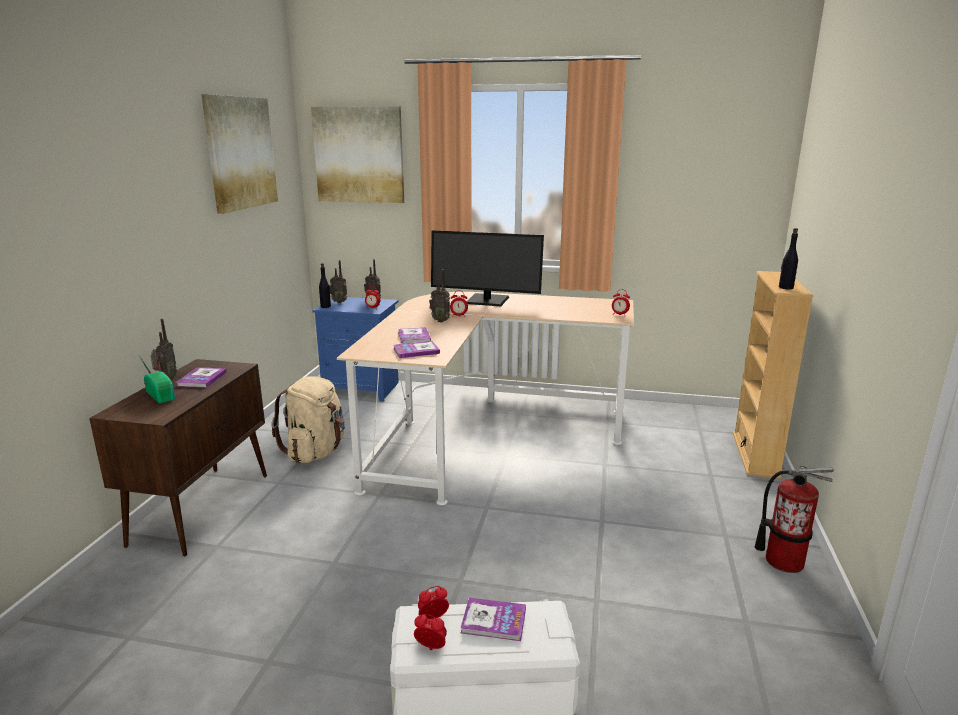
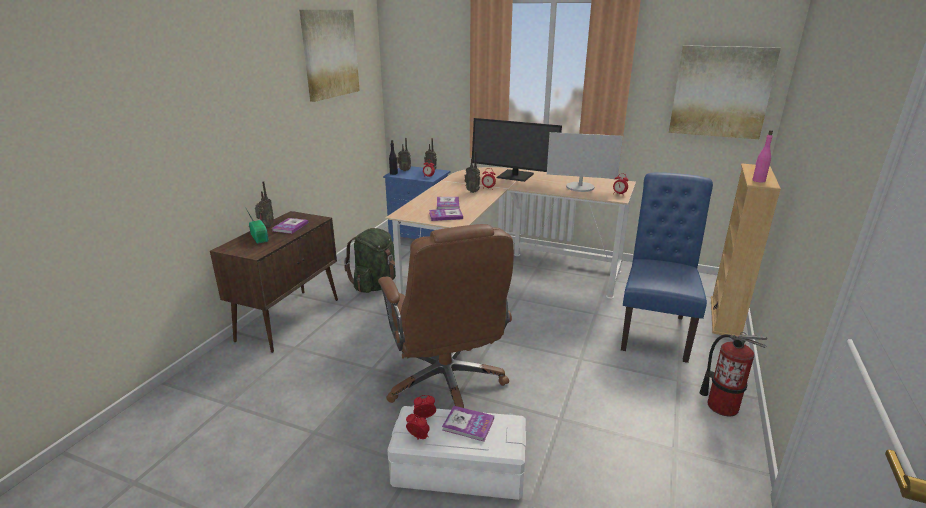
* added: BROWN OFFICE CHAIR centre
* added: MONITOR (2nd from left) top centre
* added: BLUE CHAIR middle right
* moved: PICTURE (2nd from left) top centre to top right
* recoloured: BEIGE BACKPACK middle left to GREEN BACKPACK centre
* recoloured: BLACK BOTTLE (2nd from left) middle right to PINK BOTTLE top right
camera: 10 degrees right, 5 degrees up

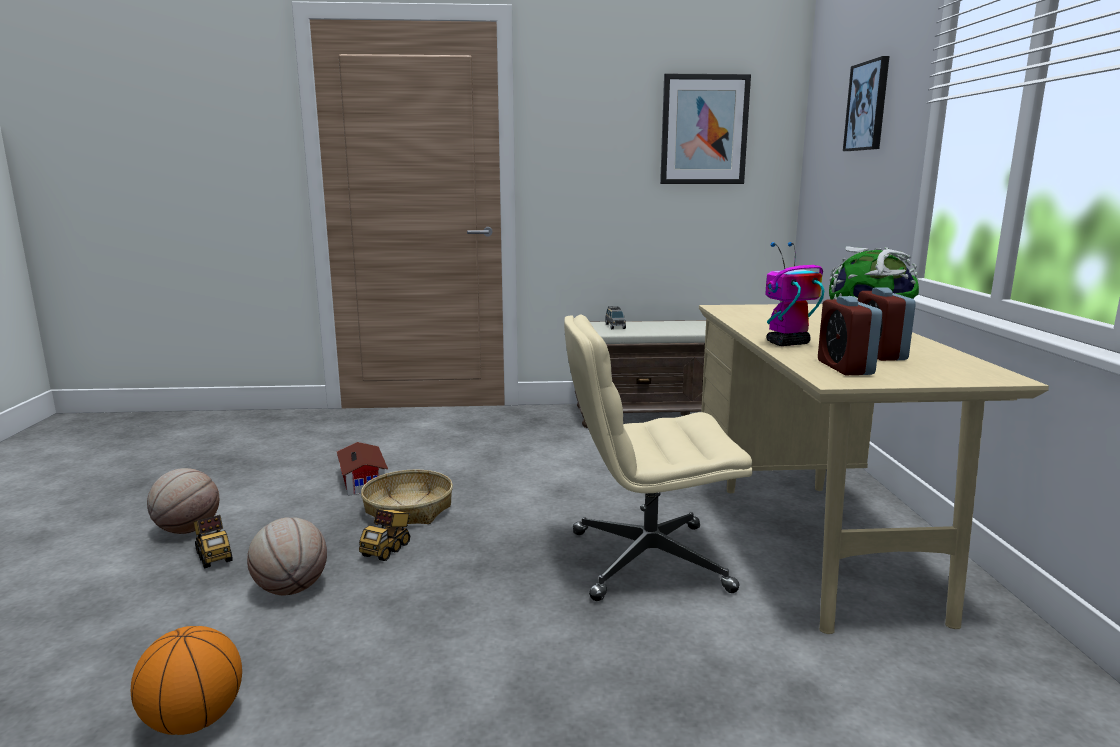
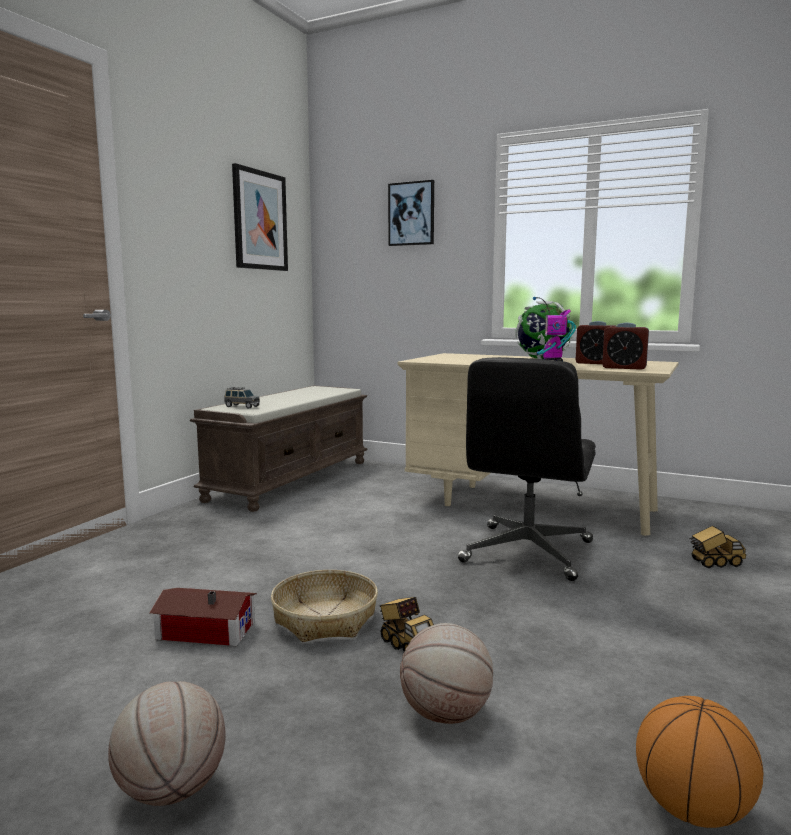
* moved: TOY TRUCK (1st from left in the first image) bottom left to TOY TRUCK (2nd from left) middle right
* recoloured: BEIGE OFFICE CHAIR centre to BLACK OFFICE CHAIR centre
camera: 60 degrees left, 5 degrees down

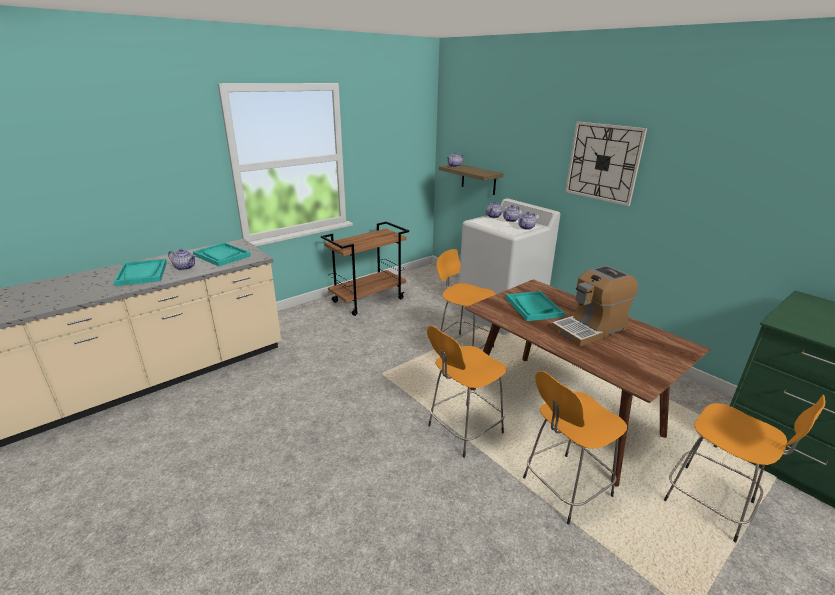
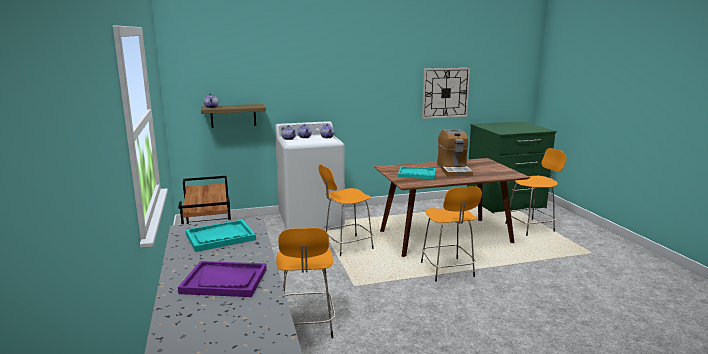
* removed: TEAPOT (1st from left) middle left
* moved: ORANGE STOOL (3rd from left in the first image) bottom right to ORANGE STOOL (1st from left) bottom centre
* moved: WALL CLOCK top right to top centre
* recoloured: TURQUOISE TRAY (1st from left) middle left to PURPLE TRAY bottom left
camera: 65 degrees left, 10 degrees down

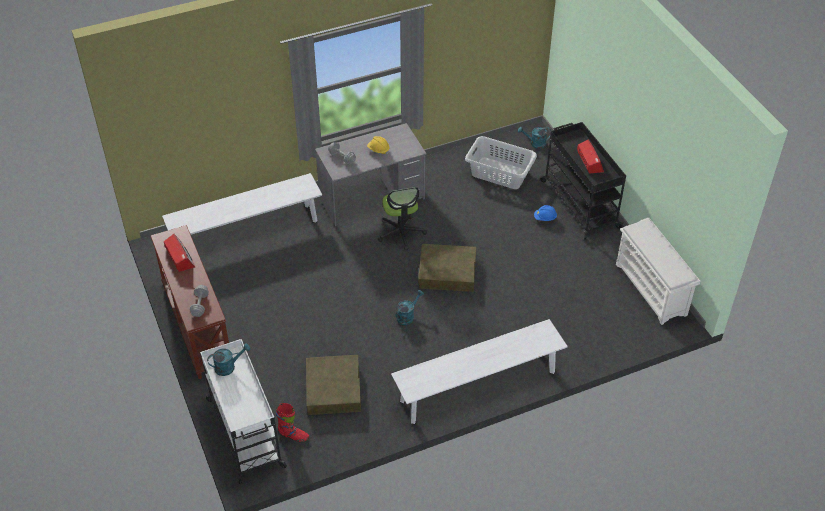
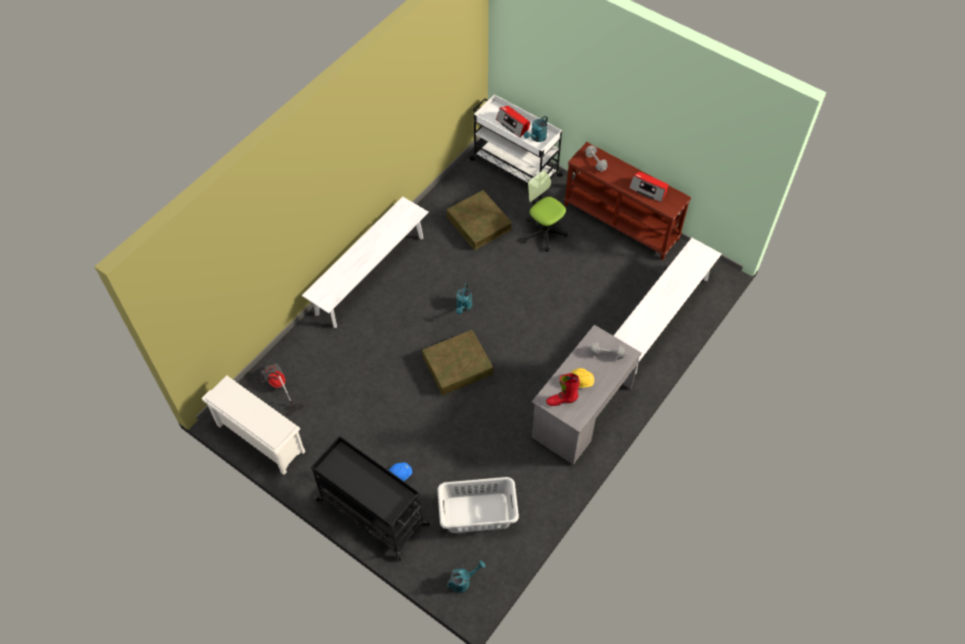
* added: VACUUM CLEANER middle left
* moved: RED BOOT bottom centre to centre
* moved: OFFICE CHAIR centre to top centre
* moved: RADIO (2nd from left in the first image) top right to RADIO (1st from left) top centre
camera: 150 degrees right, 10 degrees up

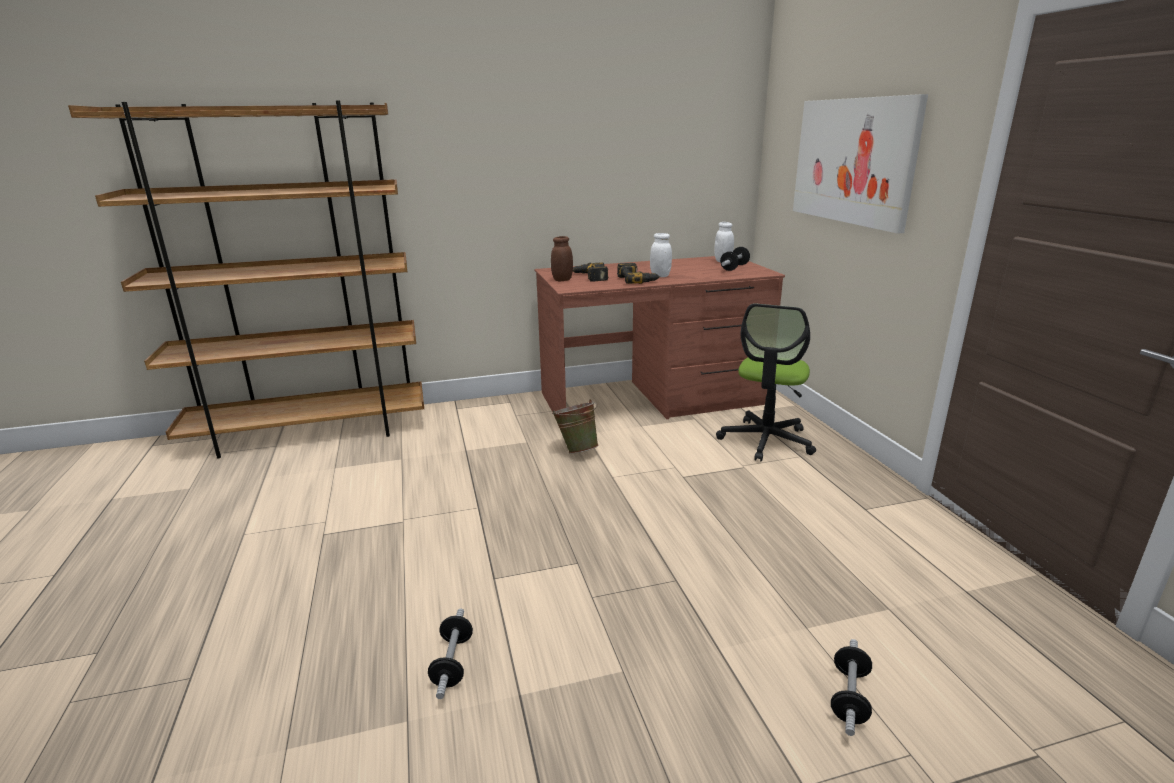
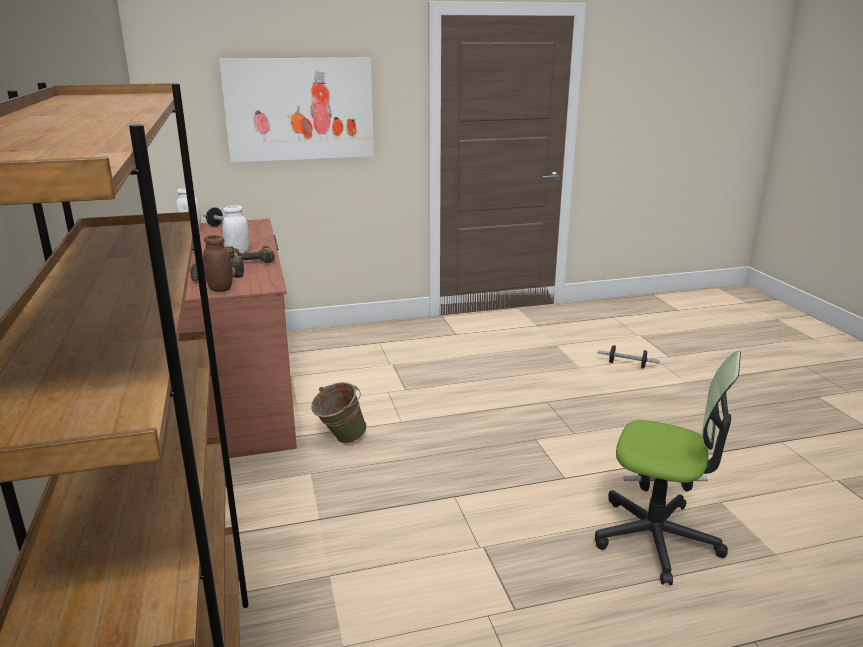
* moved: OFFICE CHAIR centre to bottom right
camera: 90 degrees left, 0 degrees up

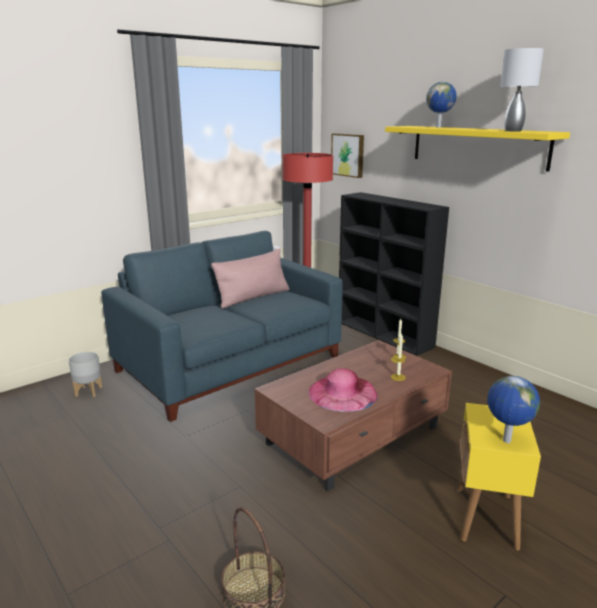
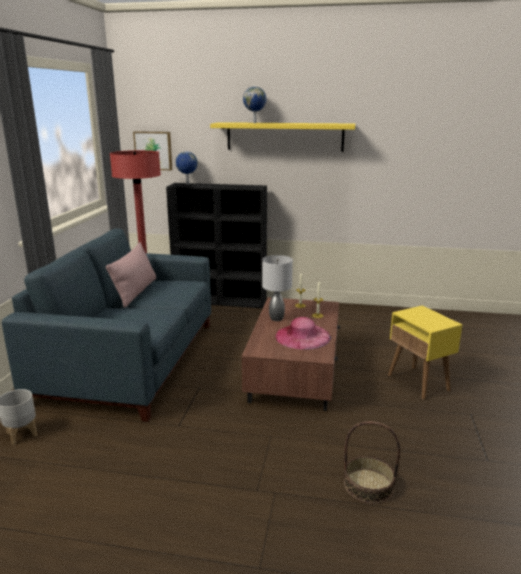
* moved: GLOBE (2nd from left in the first image) bottom right to GLOBE (1st from left) top centre
* moved: GREY TABLE LAMP top right to centre
camera: 40 degrees left, 0 degrees up

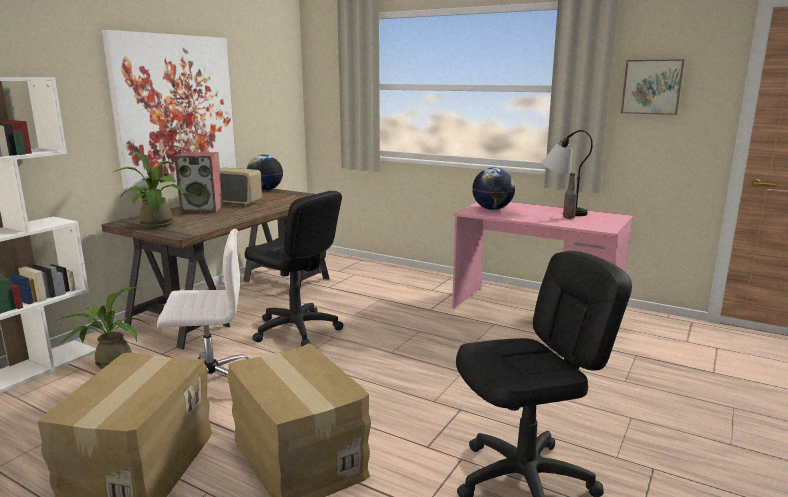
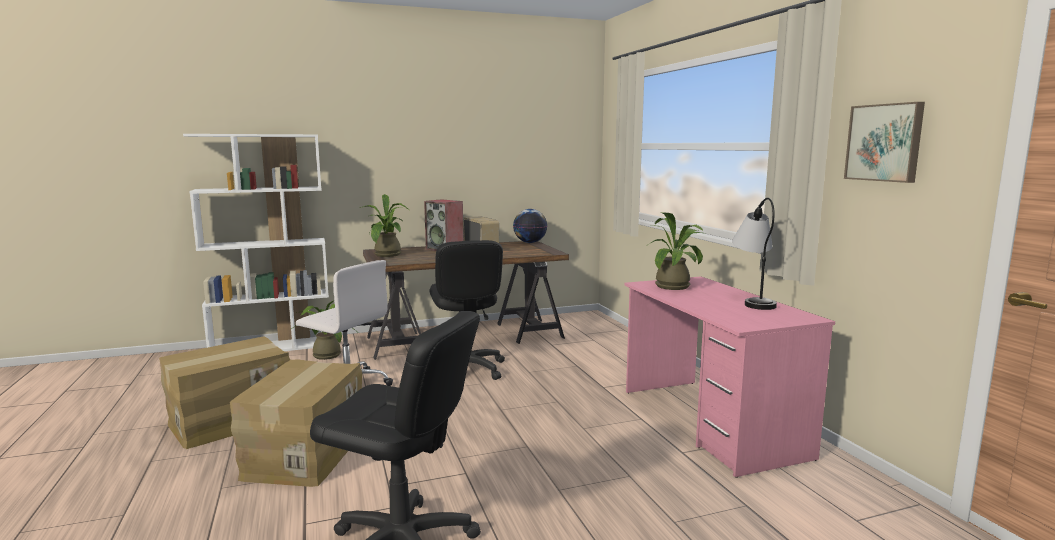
* removed: PICTURE (1st from left) top left
* removed: BOTTLE middle right
* replaced: GLOBE (2nd from left) centre to POTTED PLANT (3rd from left) centre
camera: 40 degrees right, 5 degrees down

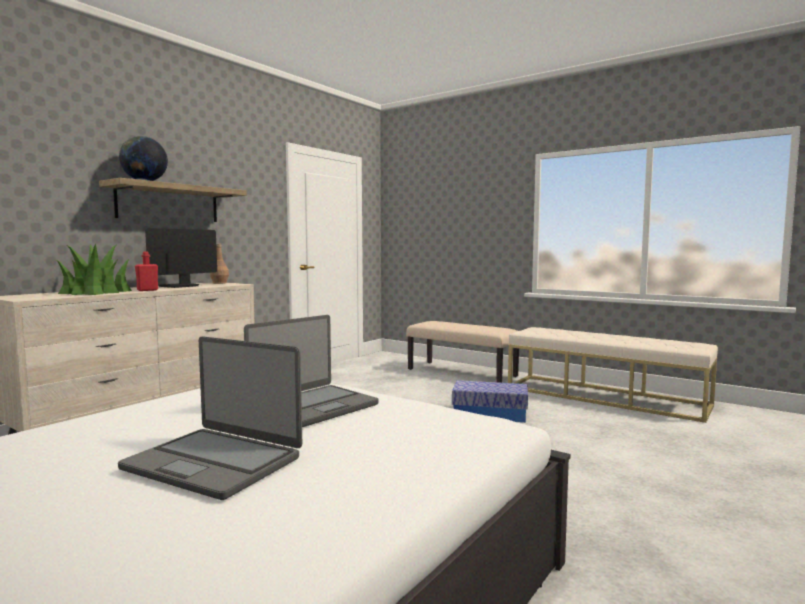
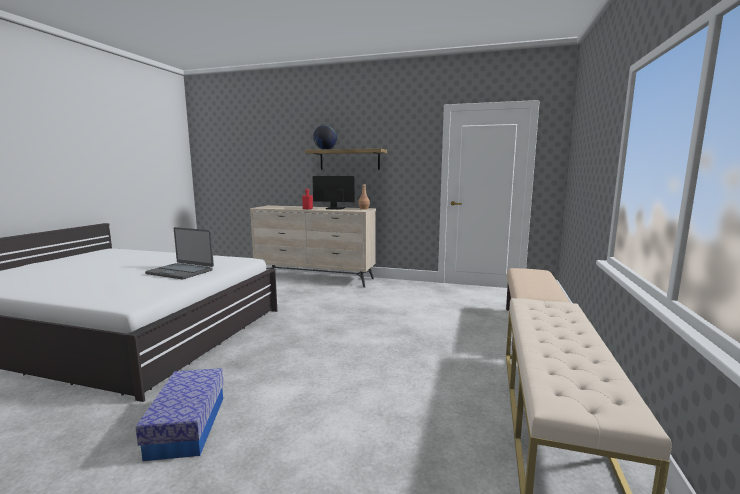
* removed: POTTED PLANT middle left
* removed: LAPTOP (1st from left) bottom left
* moved: STORAGE BOX centre to bottom left
camera: 70 degrees right, 5 degrees up

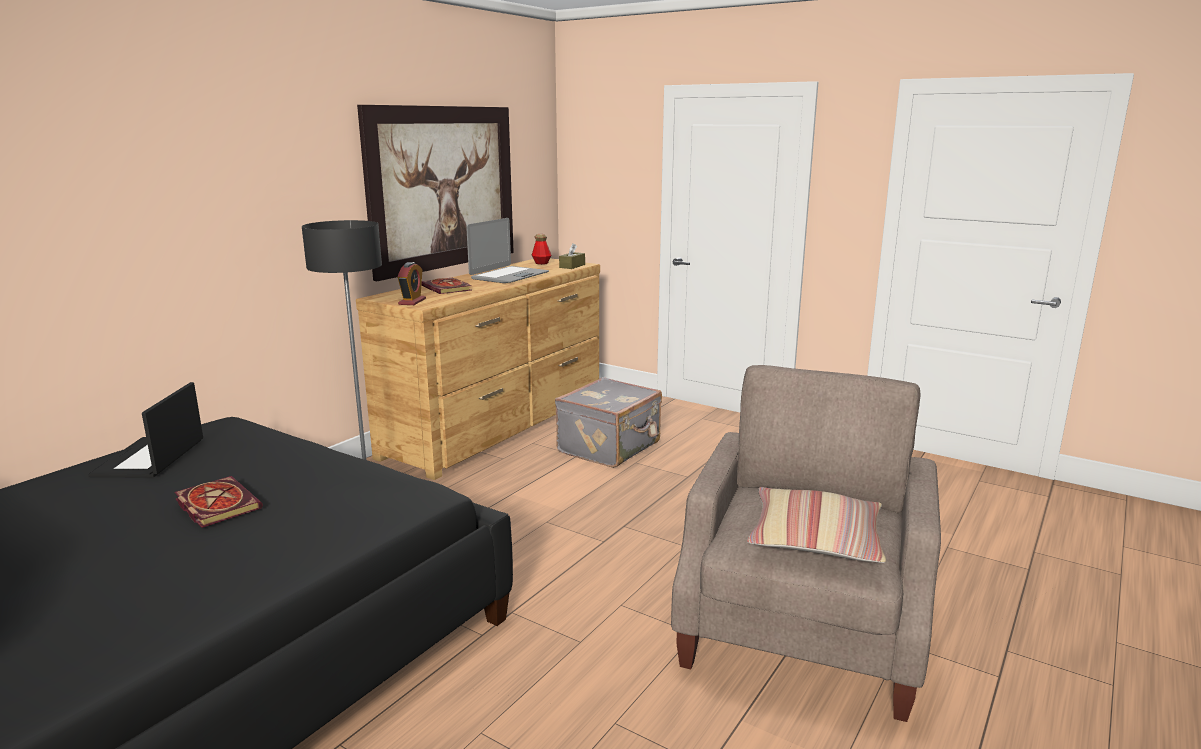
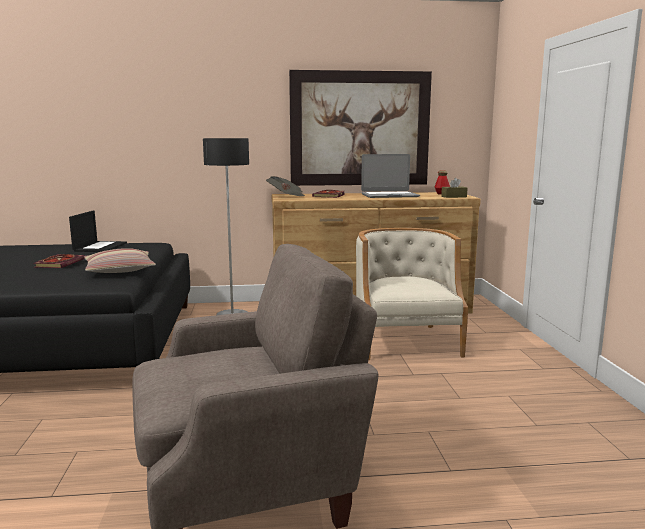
* moved: PILLOW bottom right to middle left
* replaced: ALARM CLOCK centre to NEWSPAPER centre
* replaced: GREY SUITCASE centre to BEIGE ARMCHAIR (2nd from left) centre
* turned: LAPTOP (1st from left) middle left = middle left 135 degrees clockwise
camera: 50 degrees right, 5 degrees down

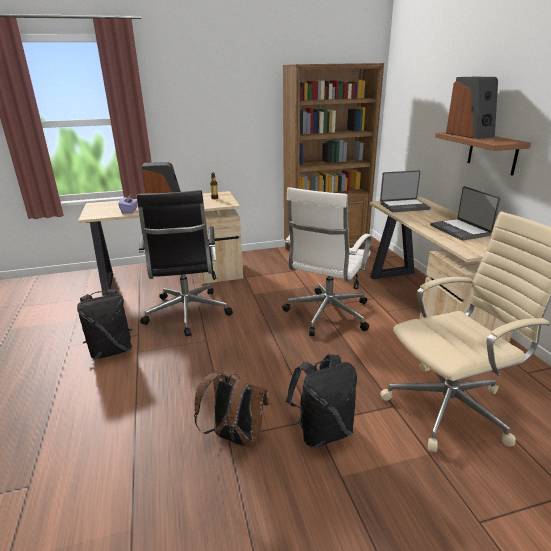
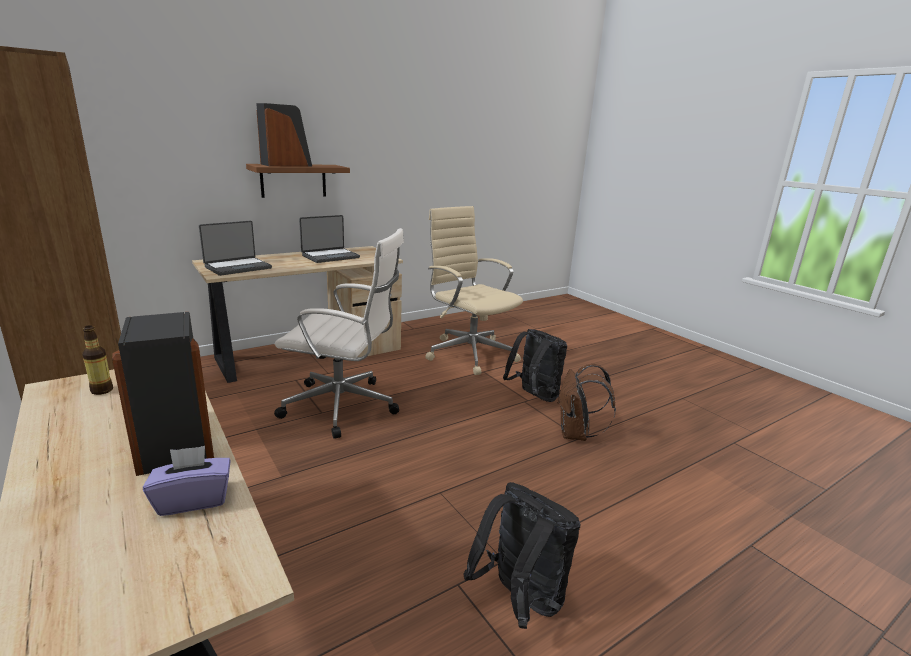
* removed: BLACK OFFICE CHAIR centre
* turned: LAPTOP (1st from left) middle right = middle left 75 degrees clockwise
camera: 110 degrees left, 5 degrees down

